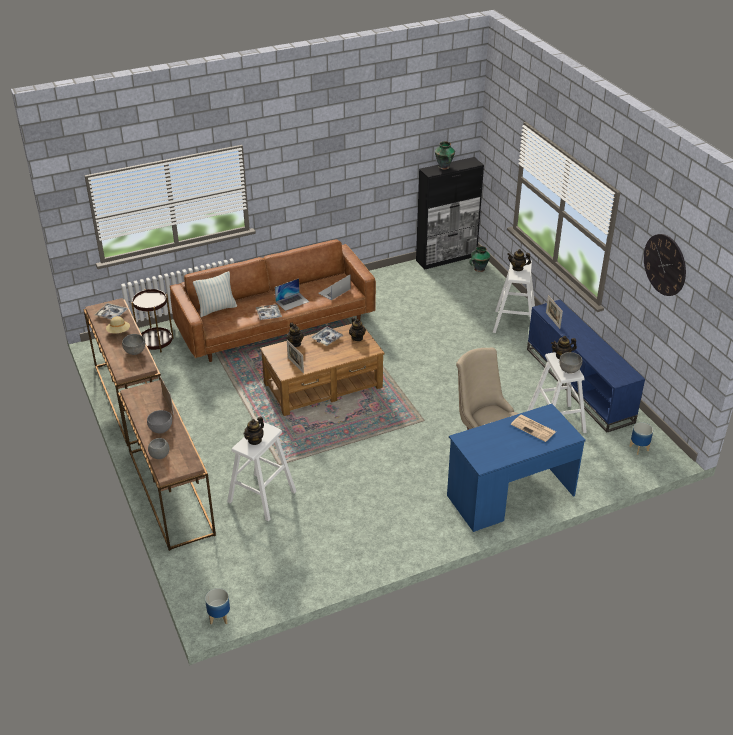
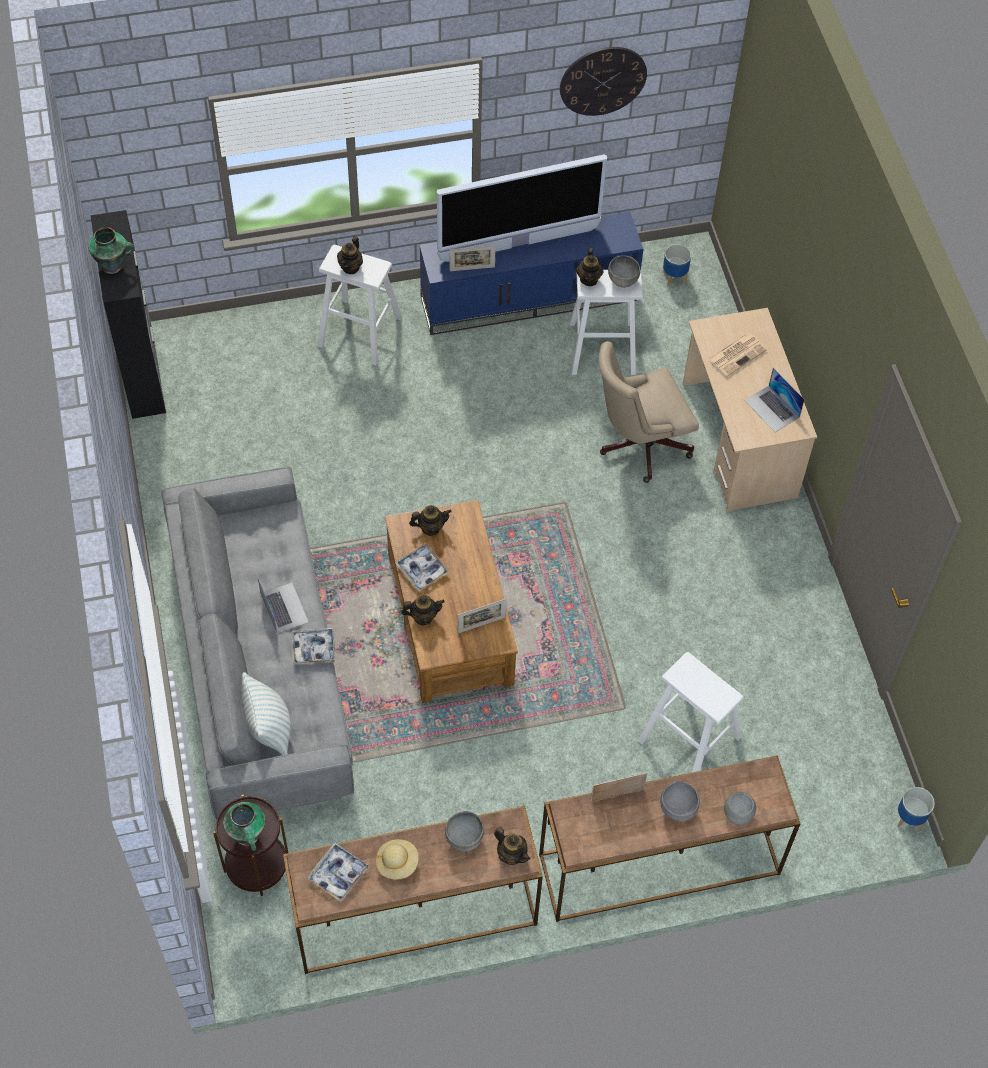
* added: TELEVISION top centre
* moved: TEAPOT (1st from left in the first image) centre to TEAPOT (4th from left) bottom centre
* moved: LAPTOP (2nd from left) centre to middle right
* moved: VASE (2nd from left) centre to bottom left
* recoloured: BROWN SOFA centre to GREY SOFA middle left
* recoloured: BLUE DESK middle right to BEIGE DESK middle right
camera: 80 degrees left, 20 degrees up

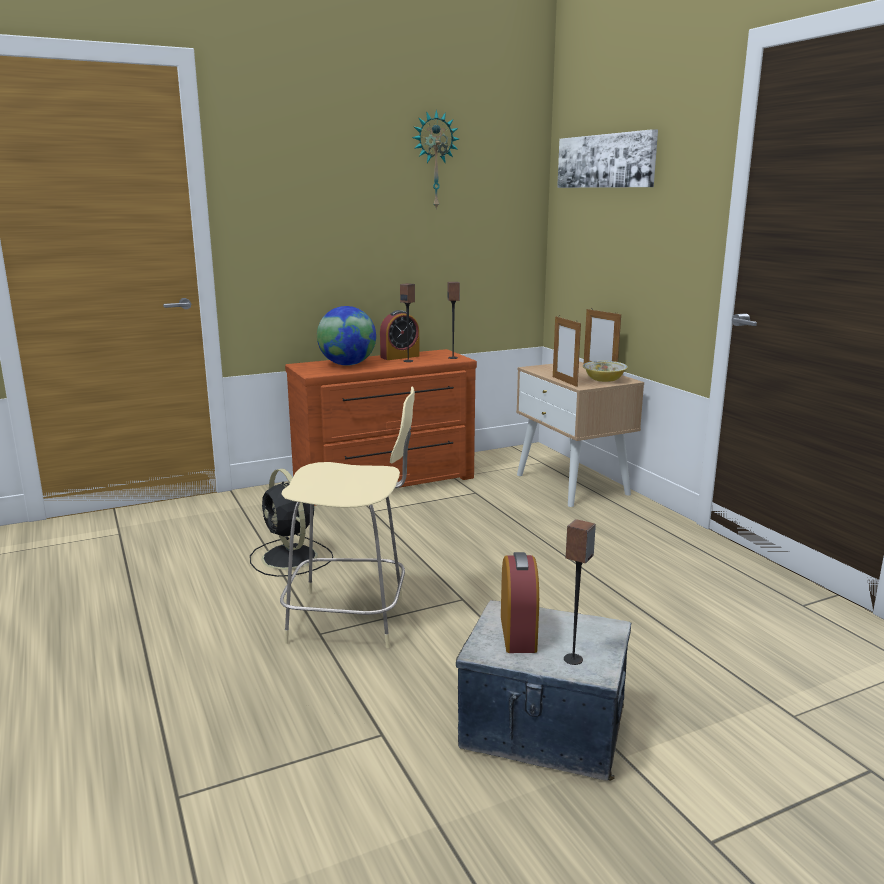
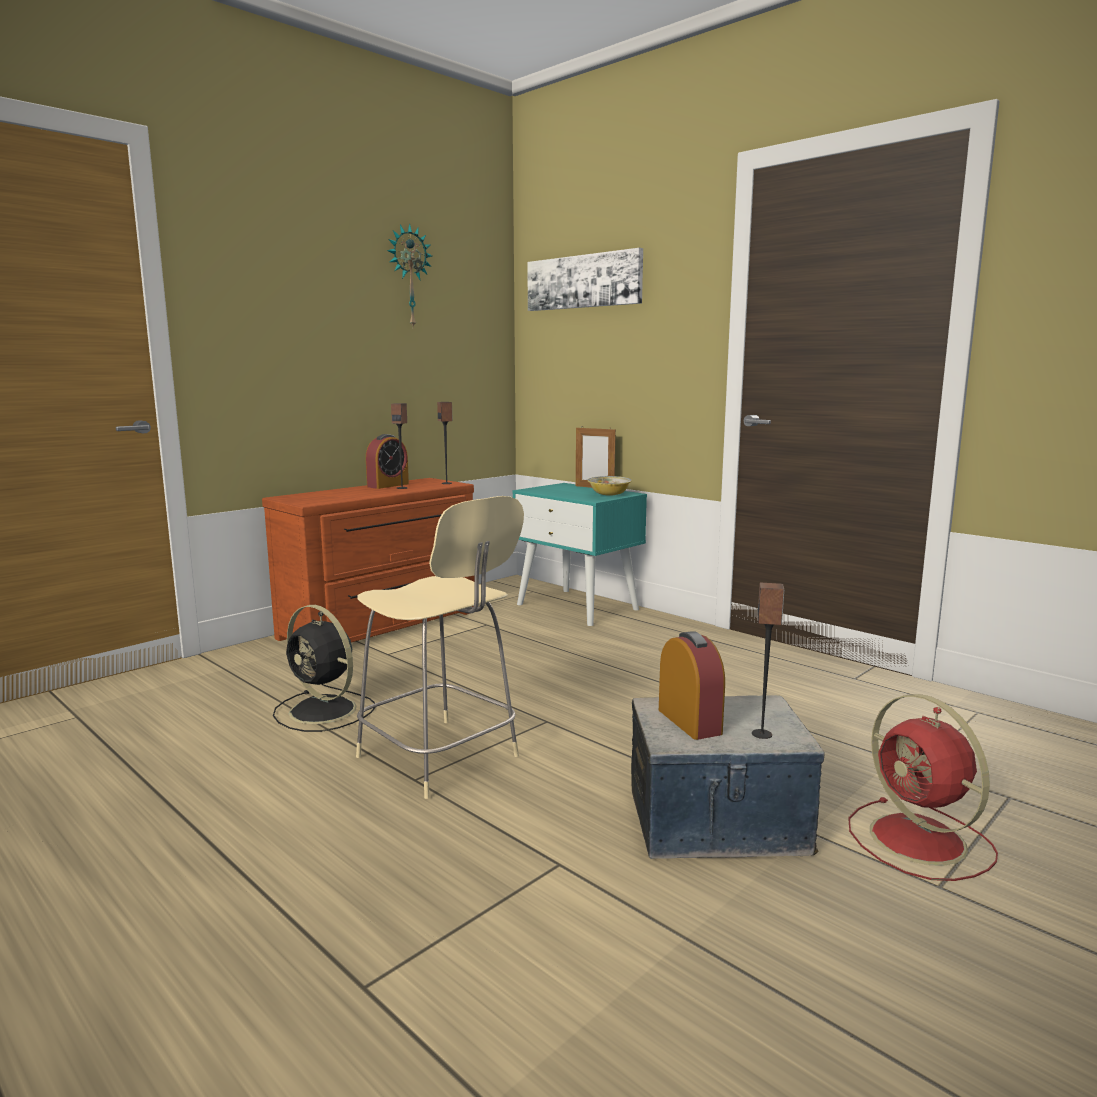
* removed: GLOBE centre
* removed: PICTURE FRAME (1st from left) centre
* added: RED FAN bottom right
* recoloured: BEIGE NIGHTSTAND centre to TURQUOISE NIGHTSTAND centre
* turned: BEIGE CHAIR centre = centre 60 degrees clockwise
camera: 20 degrees left, 5 degrees down

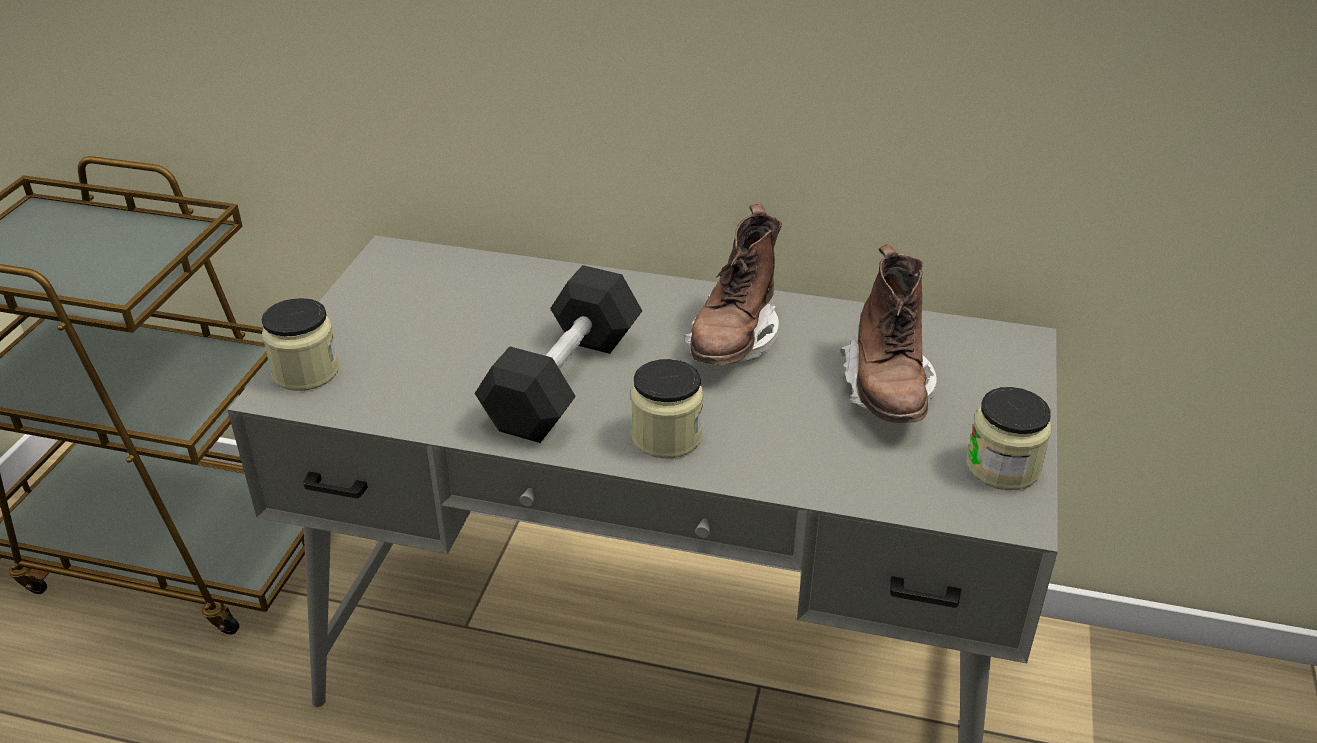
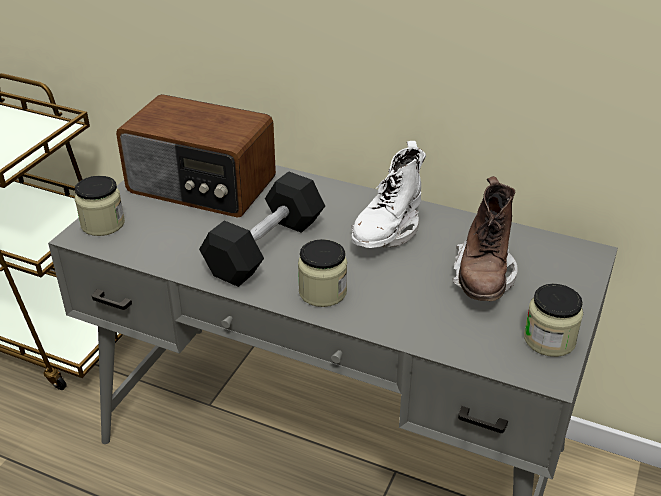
* added: RADIO top left
* recoloured: BROWN BOOT (1st from left) centre to WHITE BOOT centre
camera: 10 degrees right, 0 degrees up

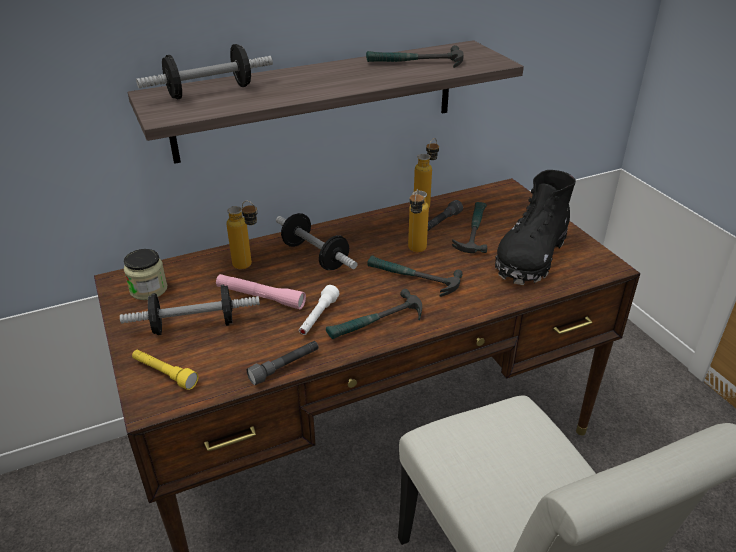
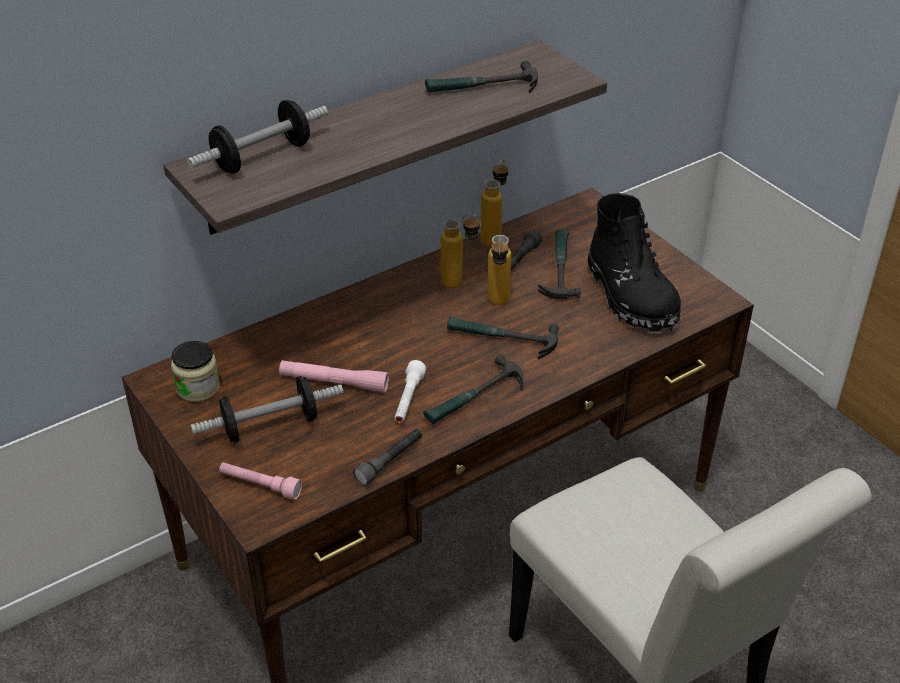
* removed: DUMBBELL (3rd from left) centre
* moved: BOTTLE (1st from left) middle left to centre
* recoloured: YELLOW FLASHLIGHT bottom left to PINK FLASHLIGHT (1st from left) bottom left
* turned: BLACK BOOT middle right = middle right 45 degrees counterclockwise
camera: 10 degrees left, 5 degrees up

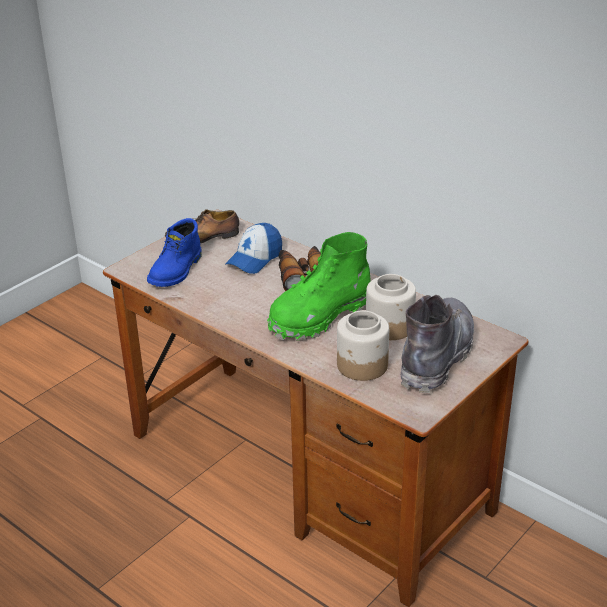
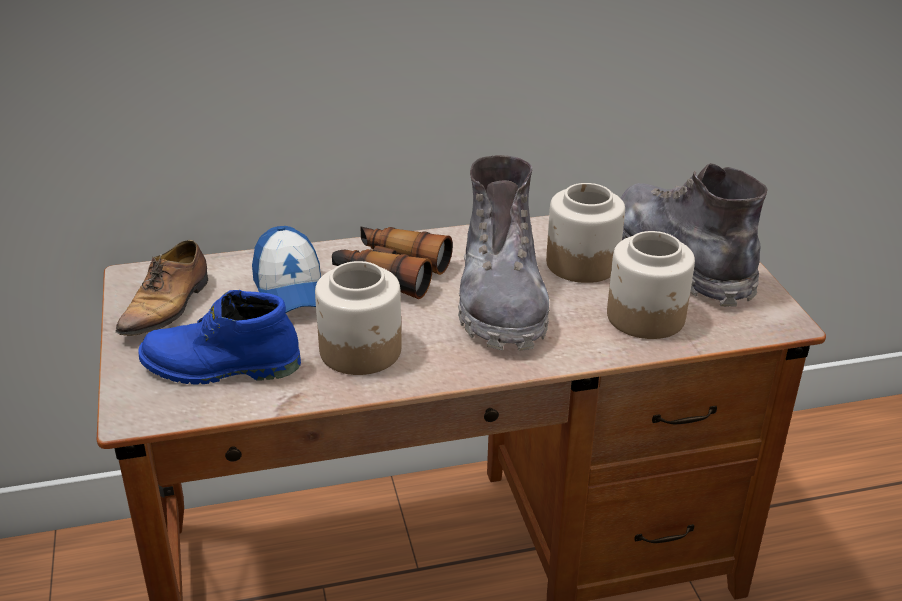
* added: JAR (1st from left) centre
* recoloured: GREEN BOOT centre to GREY BOOT (1st from left) centre
* turned: BLUE BOOT middle left = middle left 120 degrees clockwise
camera: 55 degrees left, 0 degrees up

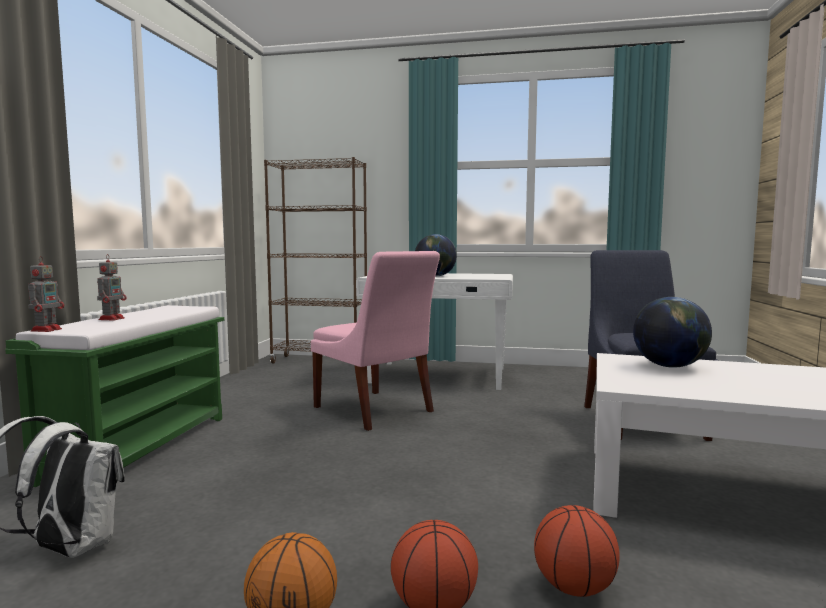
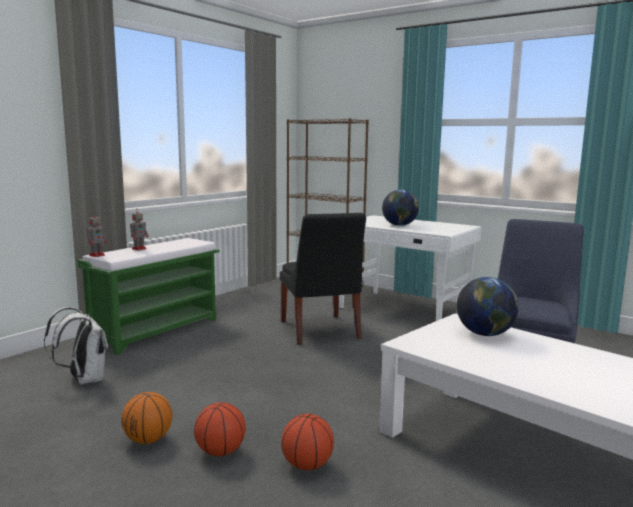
* recoloured: PINK CHAIR centre to BLACK CHAIR centre
camera: 25 degrees right, 5 degrees up

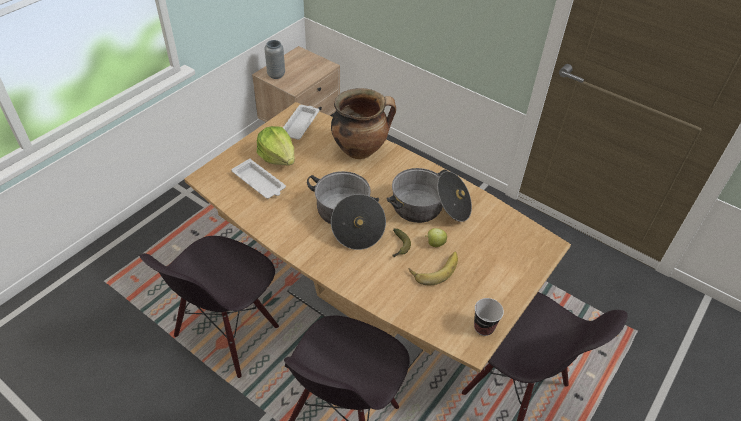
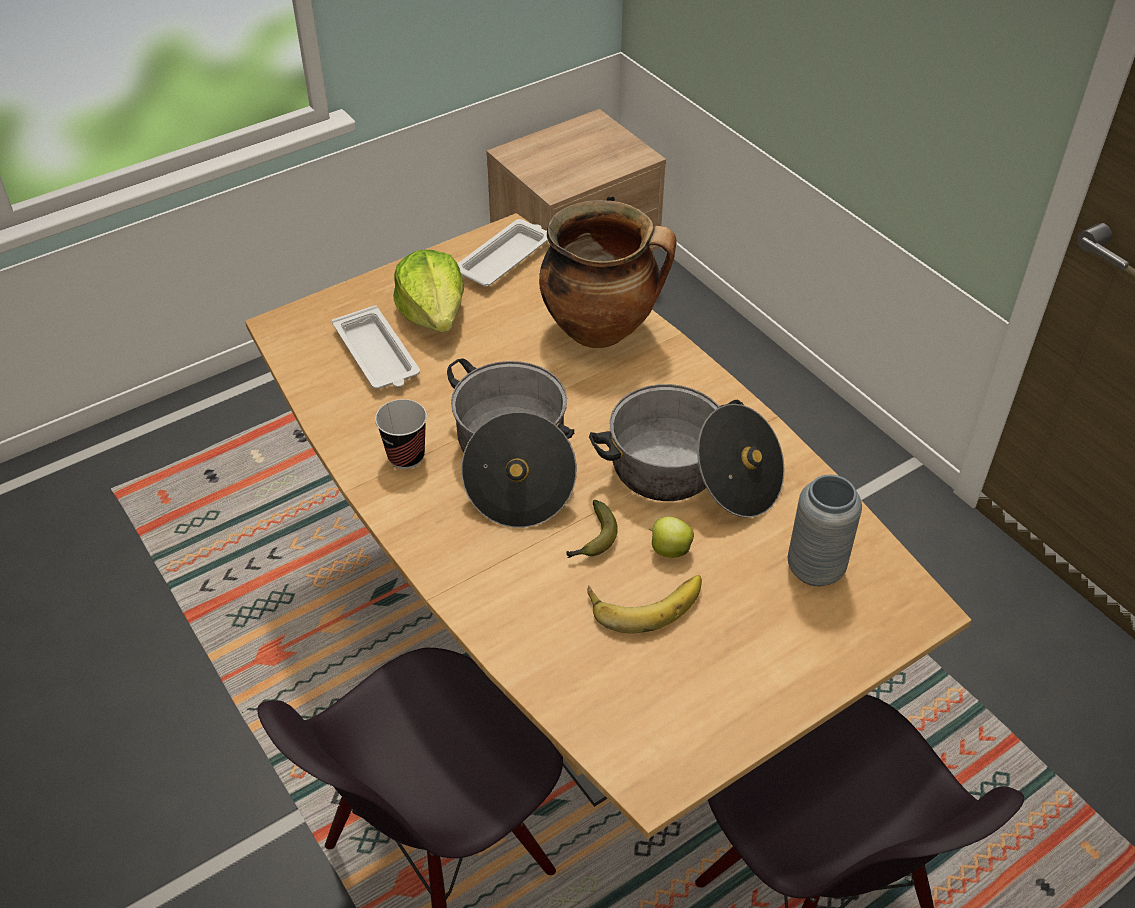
* removed: BLACK CHAIR (1st from left) bottom left
* moved: GREY VASE top centre to middle right
* moved: CUP bottom centre to centre
camera: 20 degrees right, 0 degrees up

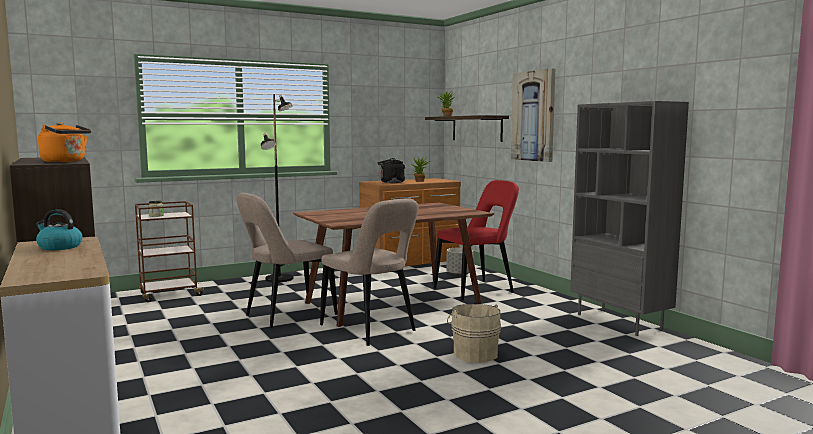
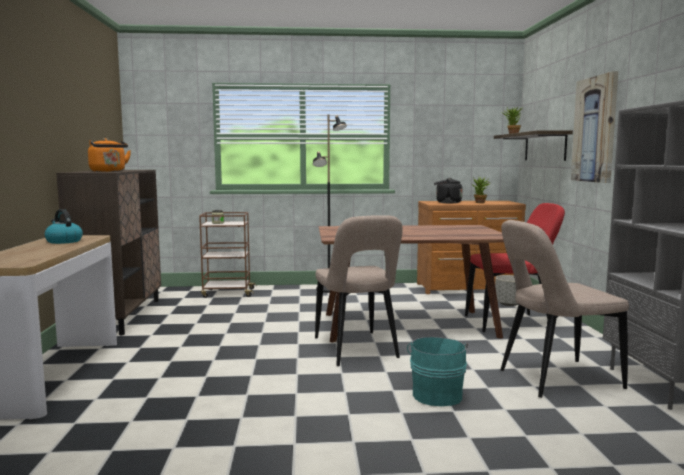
* moved: BEIGE CHAIR (1st from left in the first image) centre to BEIGE CHAIR (2nd from left) middle right
* recoloured: BEIGE BUCKET bottom centre to TURQUOISE BUCKET bottom centre
camera: 25 degrees right, 0 degrees up

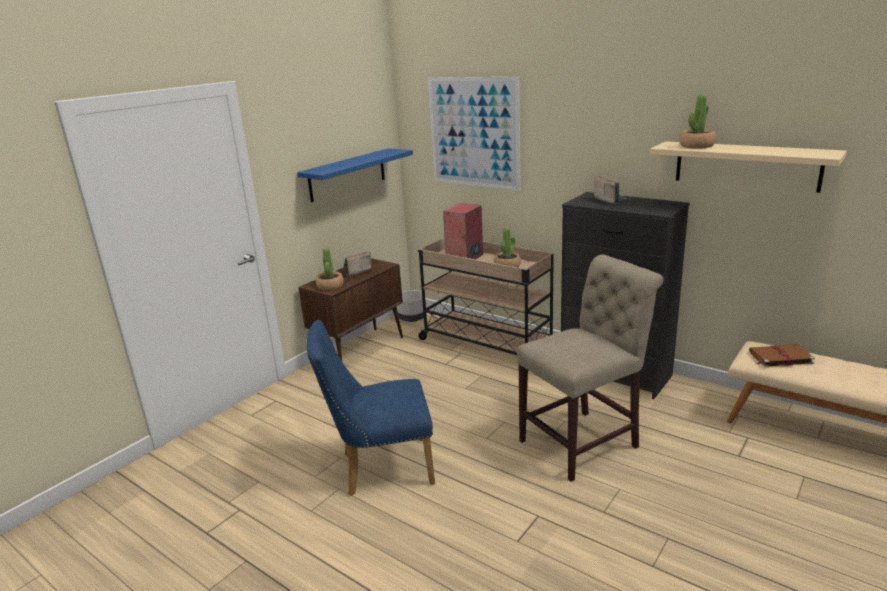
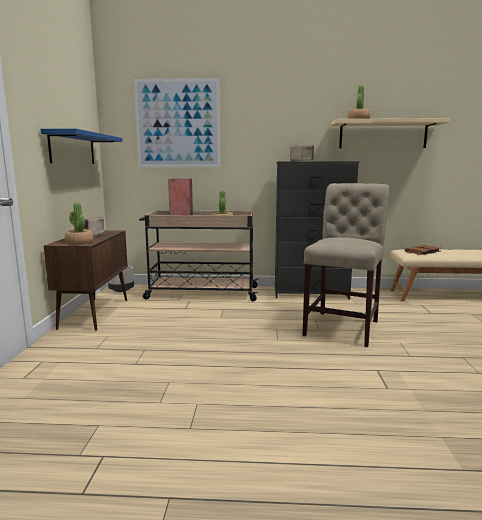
* removed: BLUE CHAIR bottom centre
camera: 35 degrees left, 10 degrees down

